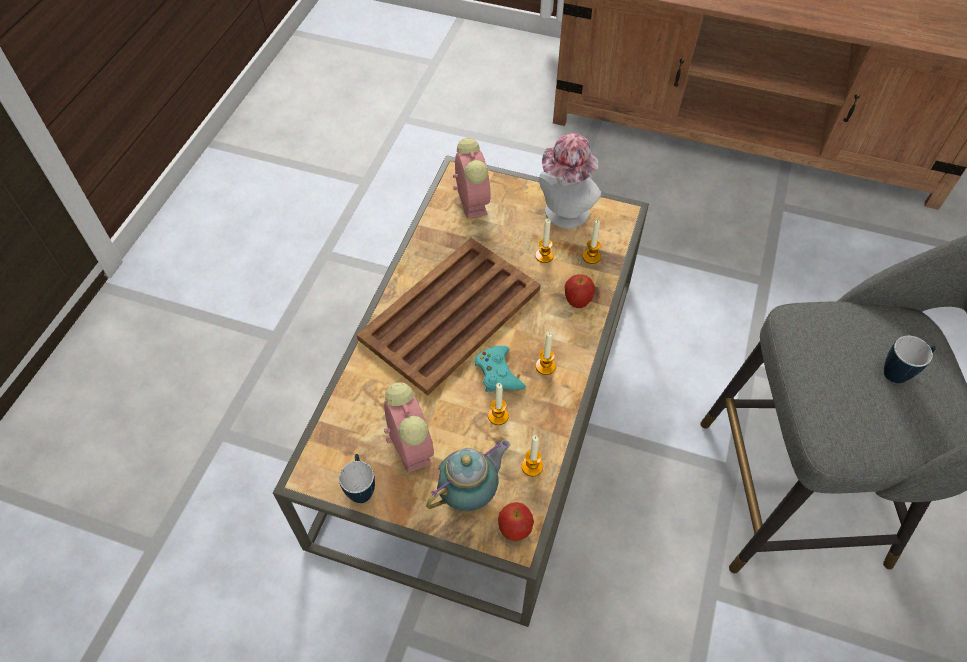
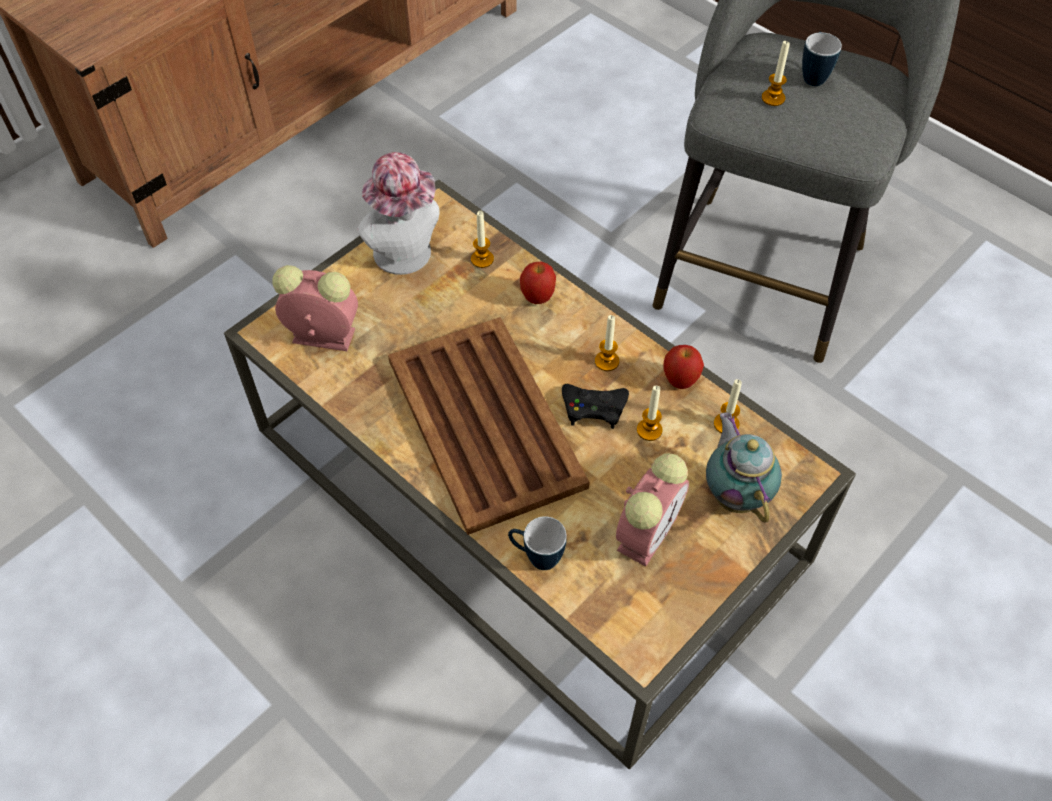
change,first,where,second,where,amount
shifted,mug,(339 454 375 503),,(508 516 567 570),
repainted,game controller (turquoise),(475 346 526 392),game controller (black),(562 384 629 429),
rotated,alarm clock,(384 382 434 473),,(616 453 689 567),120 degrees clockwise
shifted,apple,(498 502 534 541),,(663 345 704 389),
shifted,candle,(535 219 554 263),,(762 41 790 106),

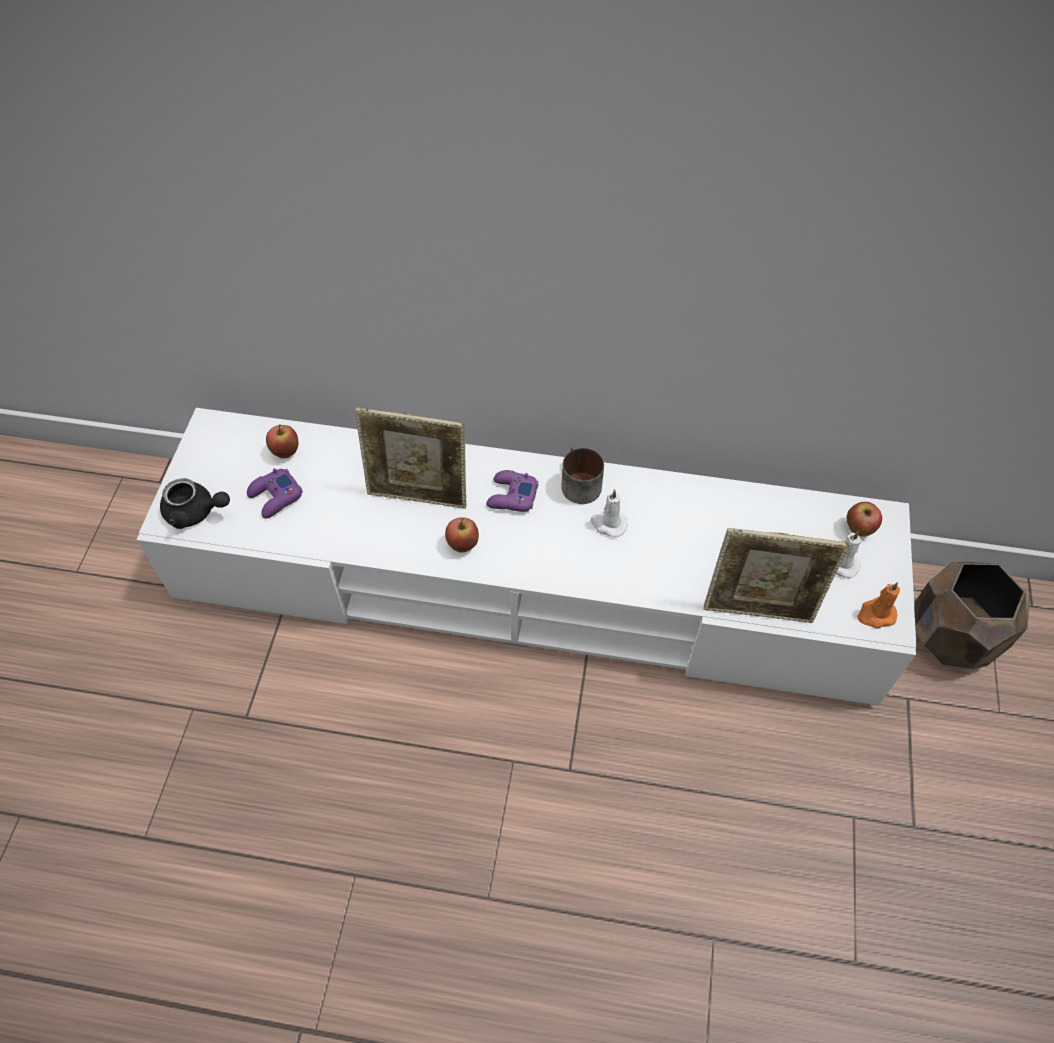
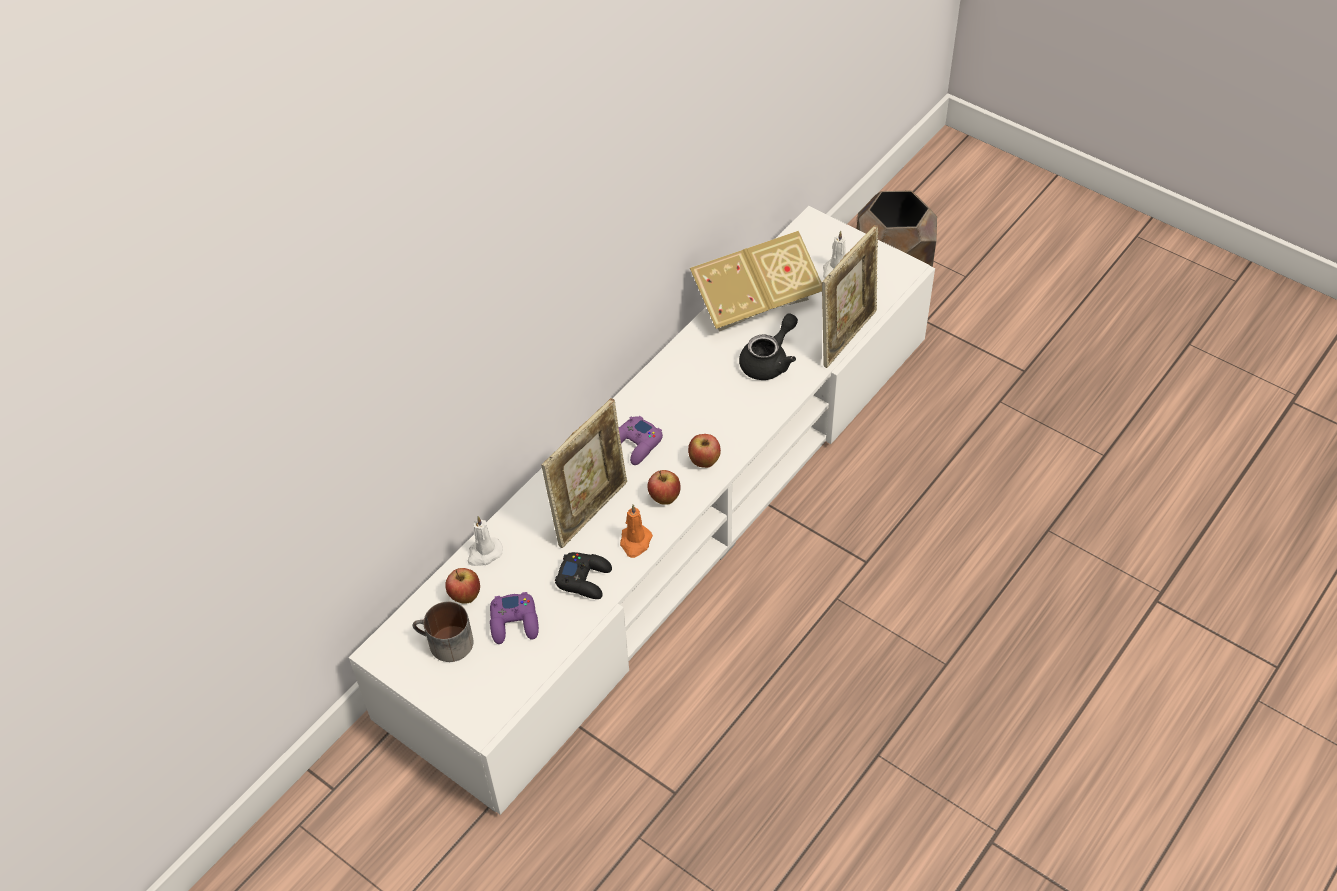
change,first,where,second,where,amount
shifted,mug,(561 447 604 504),,(413 602 473 662),
shifted,candle (white),(591 489 628 538),,(468 516 503 566),
new,,,game controller (black),(555 552 612 599),
shifted,candle (orange),(857 582 900 628),,(620 504 653 558),
shifted,apple,(847 502 882 537),,(688 434 721 468),
new,,,book,(690 231 822 332),
shifted,teapot (black),(160 478 230 529),,(739 313 798 380),

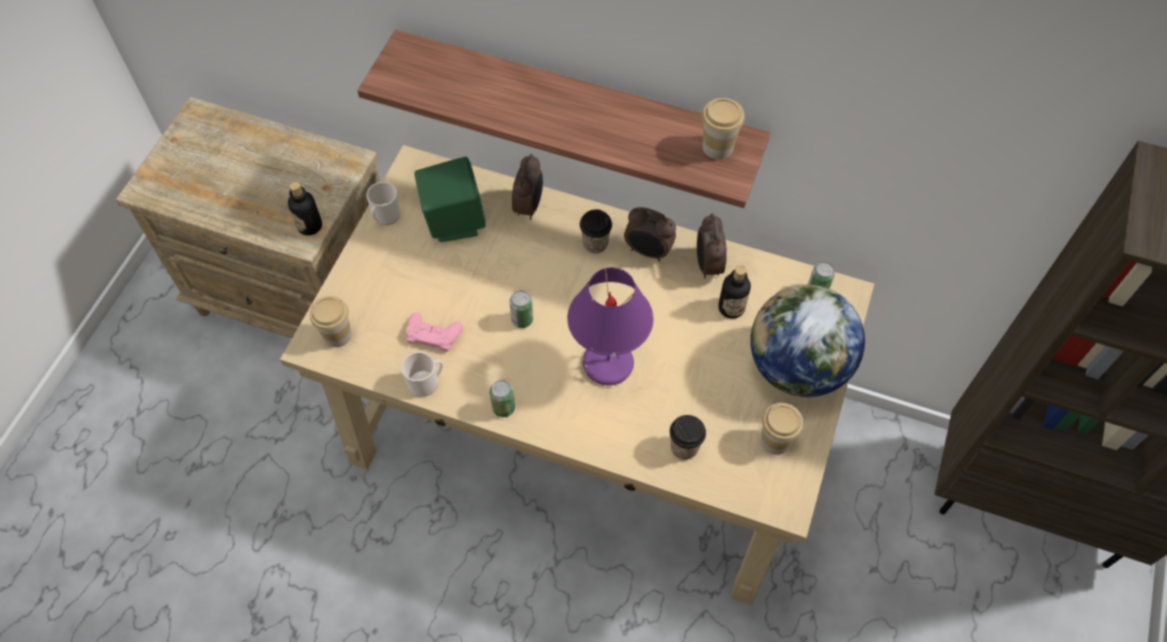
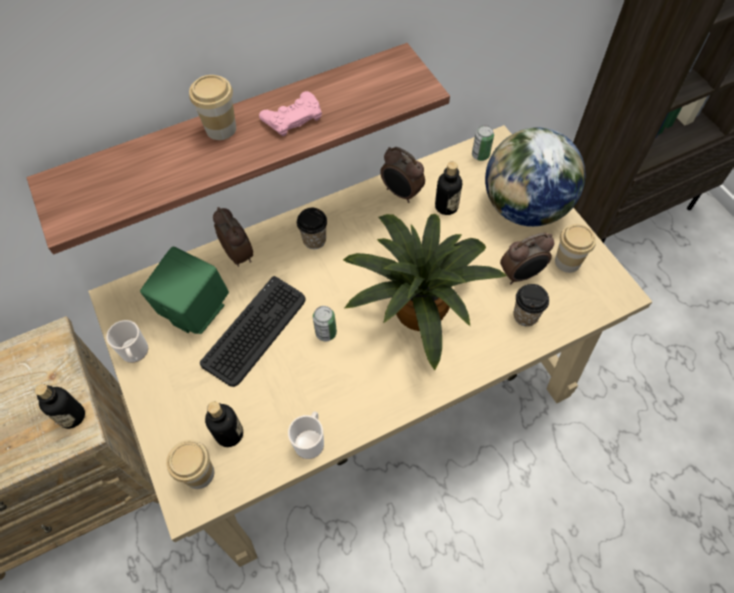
change,first,where,second,where,amount
shifted,cup,(702 98 744 160),,(189 75 236 140),
new,,,keyboard,(200 276 305 387),
new,,,bottle,(205 402 243 447),
shifted,game controller (pink),(406 313 463 352),,(259 91 322 136),
swapped,table lamp (purple),(567 267 654 385),potted plant,(343 214 507 370),
shifted,alarm clock,(624 207 676 262),,(500 233 554 284),
gone,can,(490 380 515 417),,,

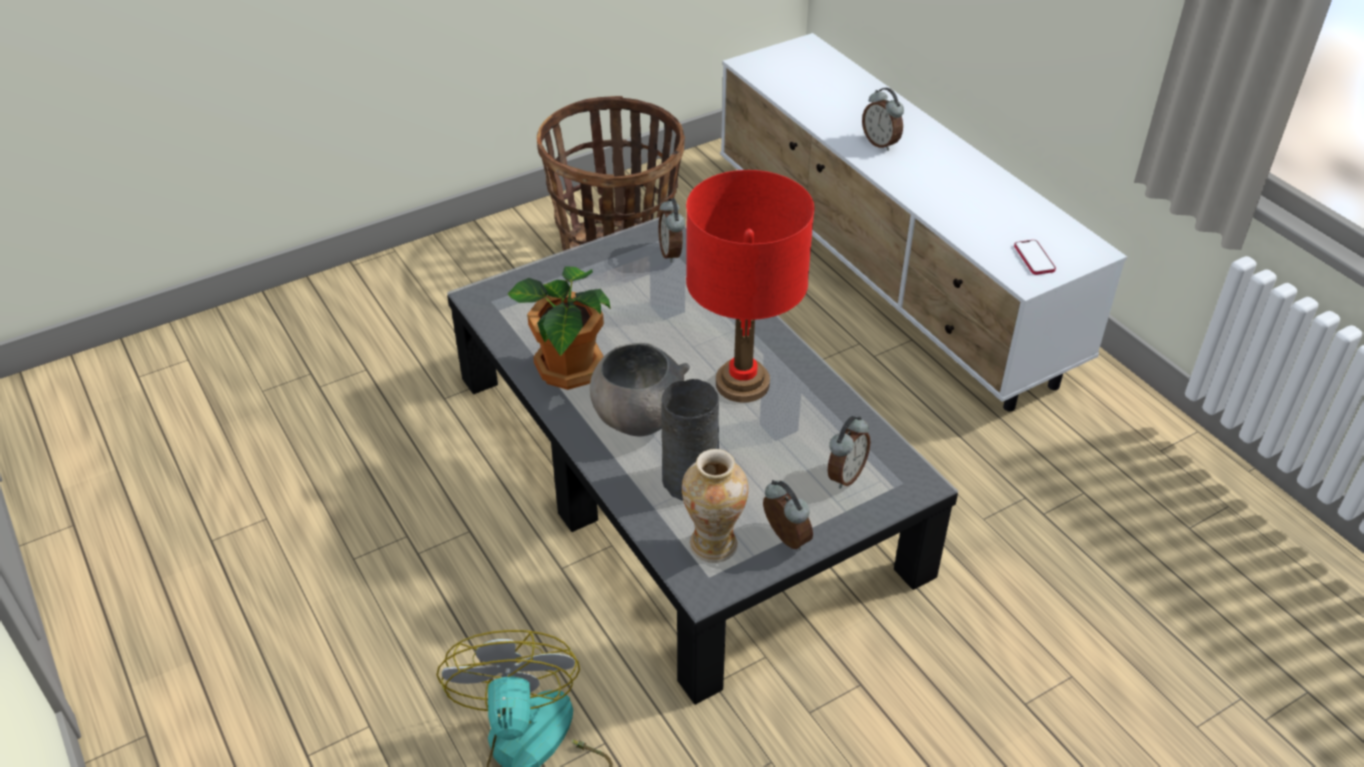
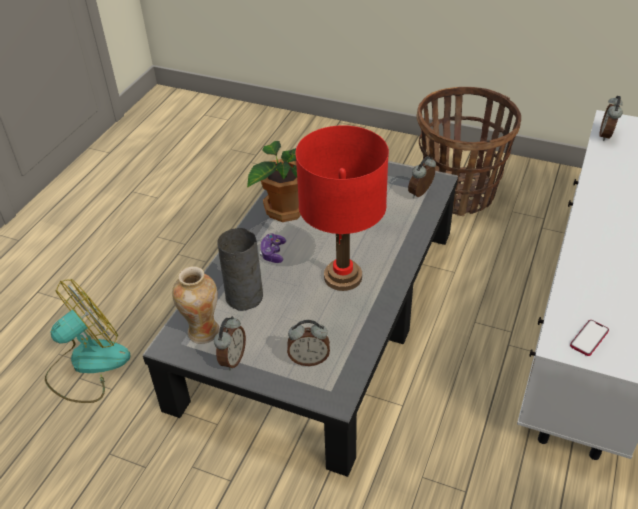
change,first,where,second,where,amount
swapped,bowl (grey),(590 343 690 436),game controller,(260 233 286 263),
shifted,alarm clock,(862 87 904 151),,(599 96 623 141),

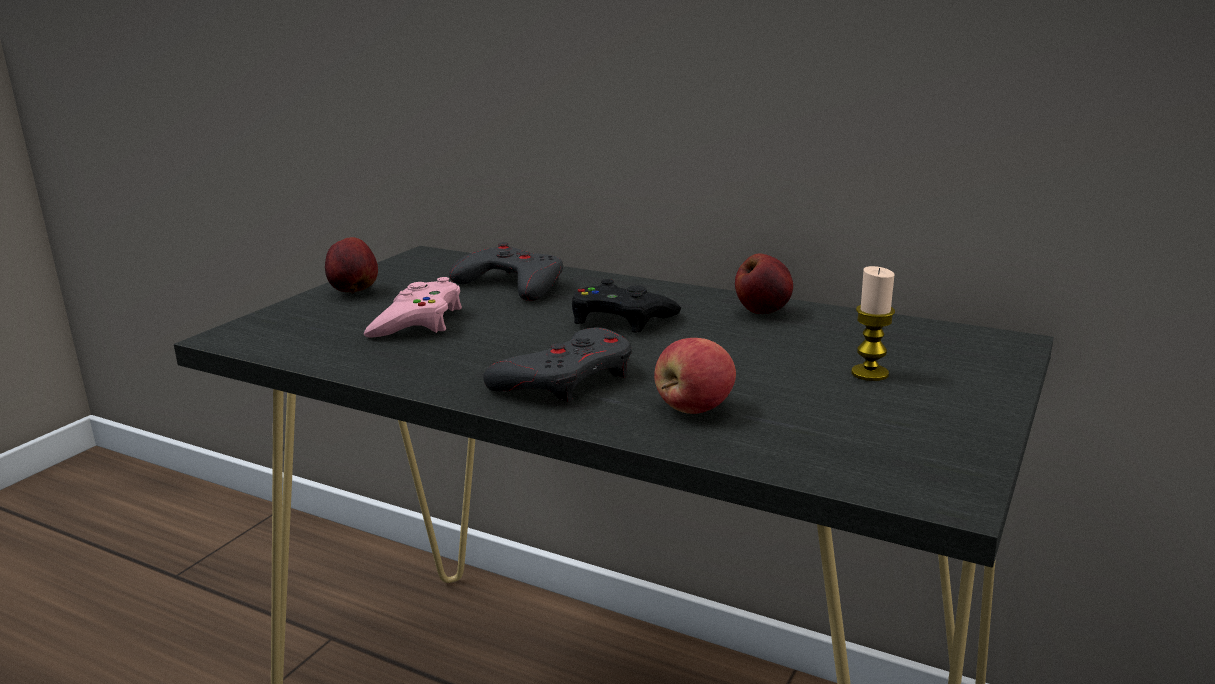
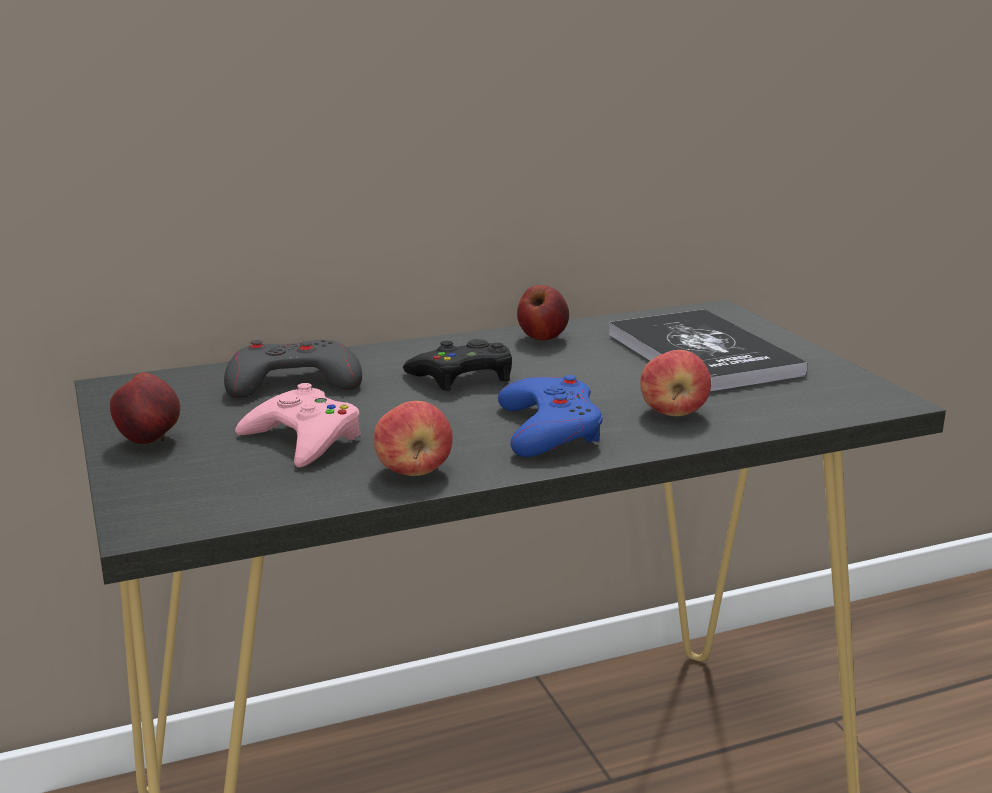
change,first,where,second,where,amount
new,,,apple,(374 401 453 476),
repainted,game controller (grey),(483 327 632 402),game controller (blue),(498 375 603 457),
swapped,candle,(851 266 895 381),book,(609 309 807 391),

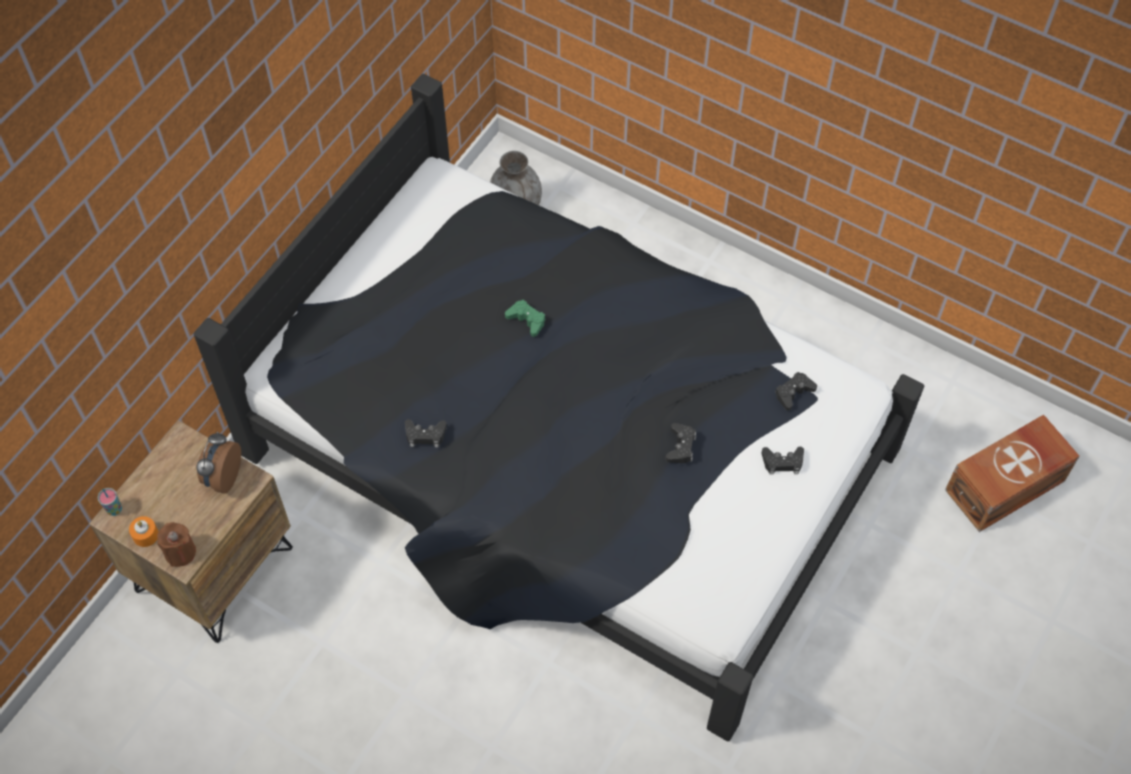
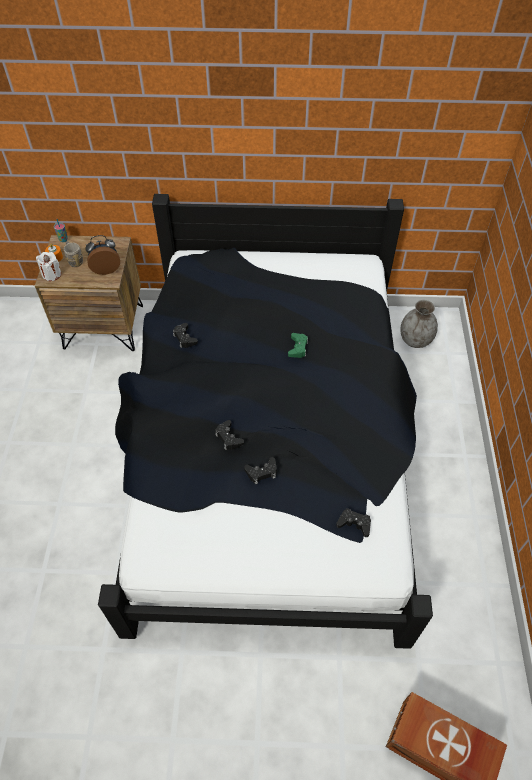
change,first,where,second,where,amount
repainted,candle (brown),(157 522 196 567),candle (white),(36 252 61 281),
new,,,mug (grey),(64 241 83 267),
shifted,game controller (black),(762 447 804 475),,(215 420 244 450),

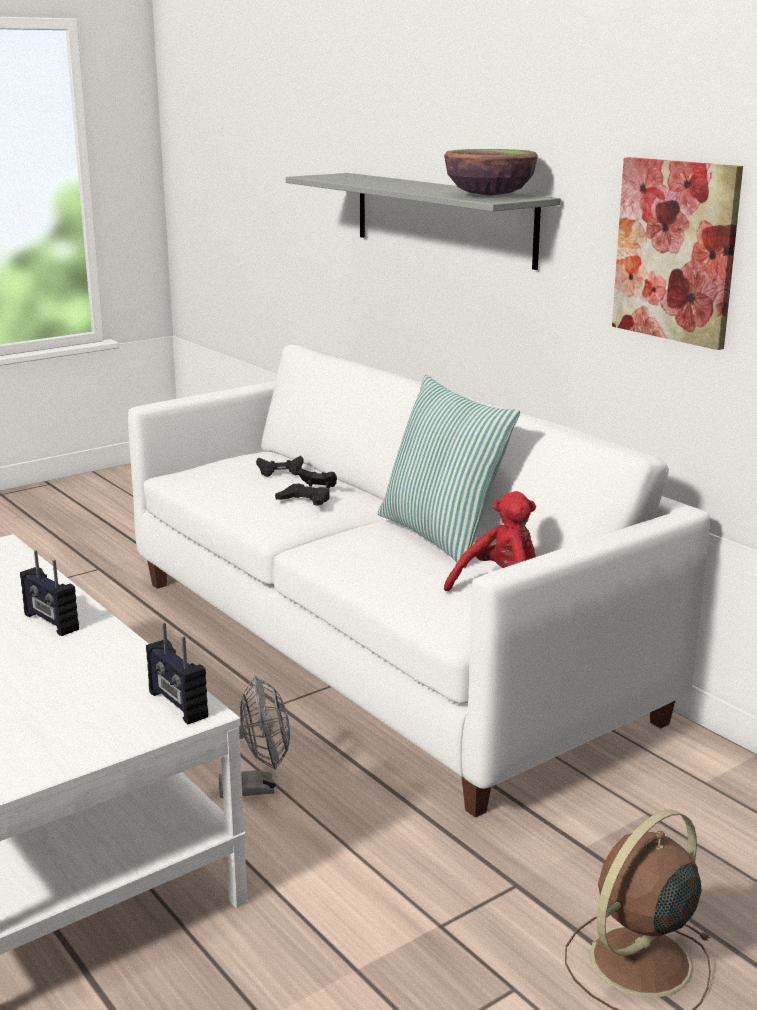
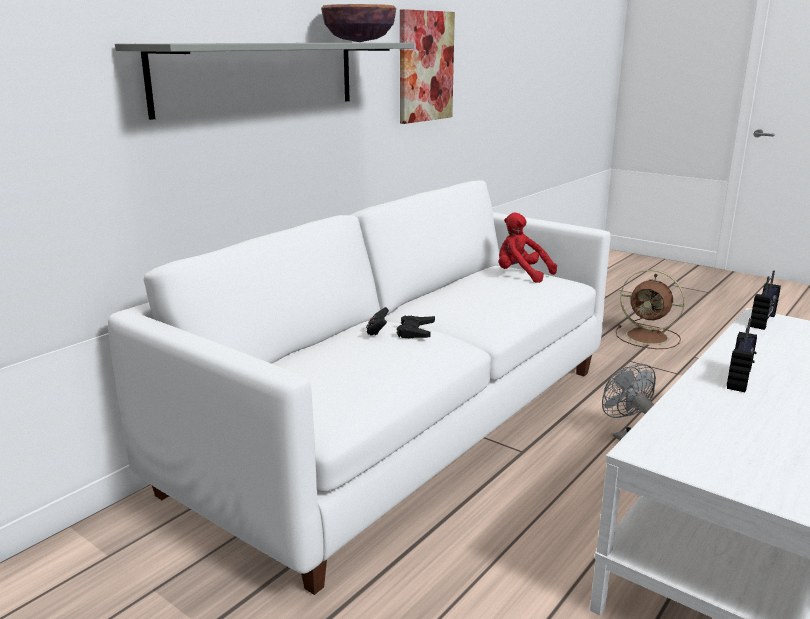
change,first,where,second,where,amount
gone,game controller (black),(256 456 304 477),,,
gone,pillow,(378 375 520 568),,,

